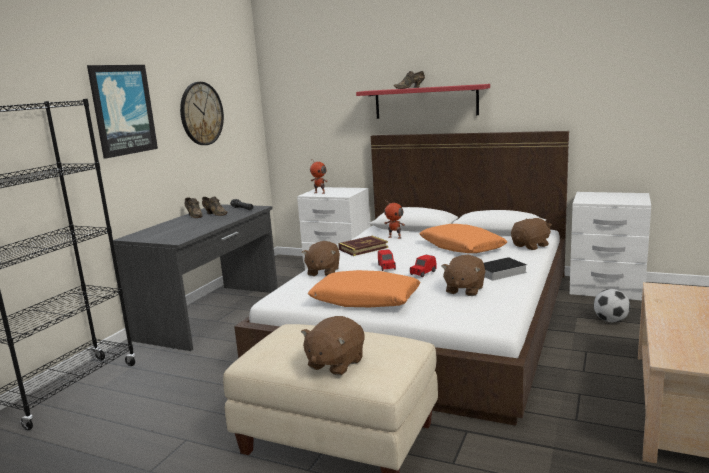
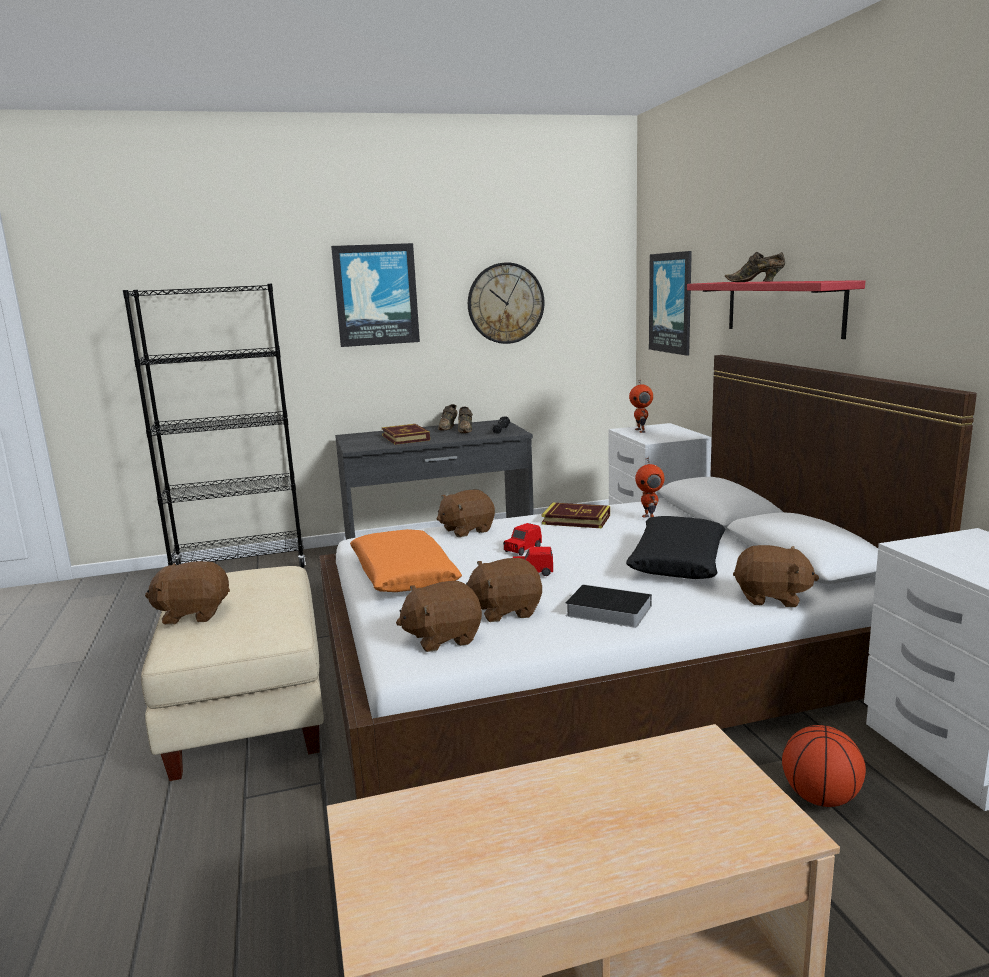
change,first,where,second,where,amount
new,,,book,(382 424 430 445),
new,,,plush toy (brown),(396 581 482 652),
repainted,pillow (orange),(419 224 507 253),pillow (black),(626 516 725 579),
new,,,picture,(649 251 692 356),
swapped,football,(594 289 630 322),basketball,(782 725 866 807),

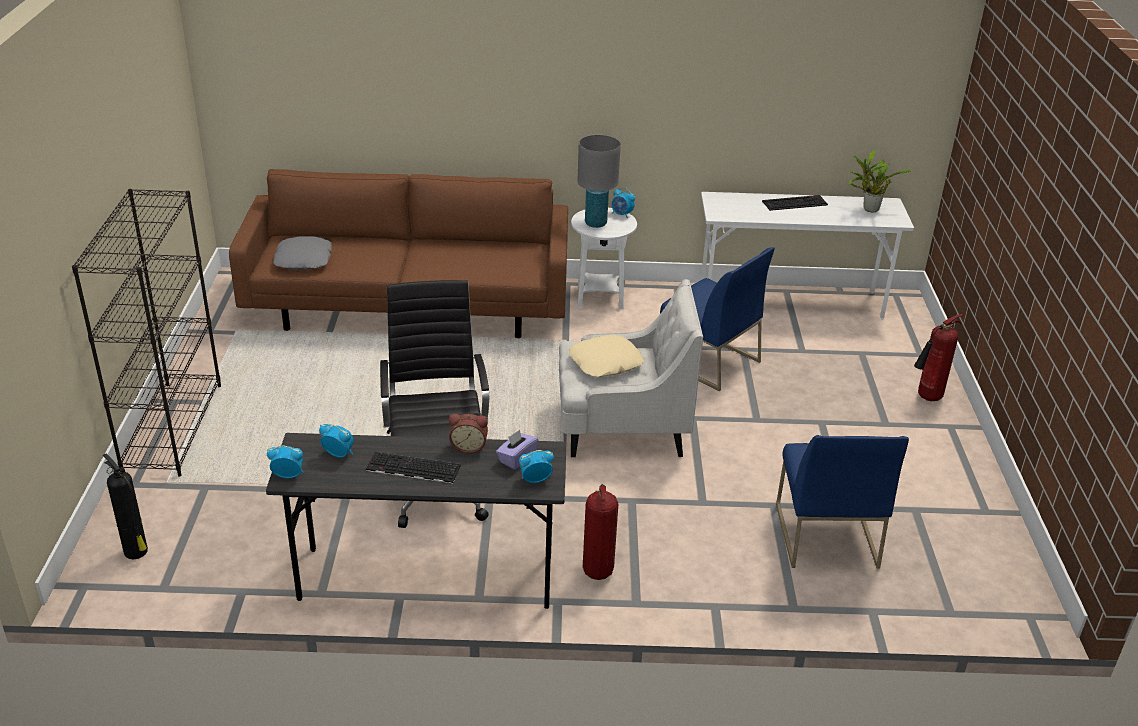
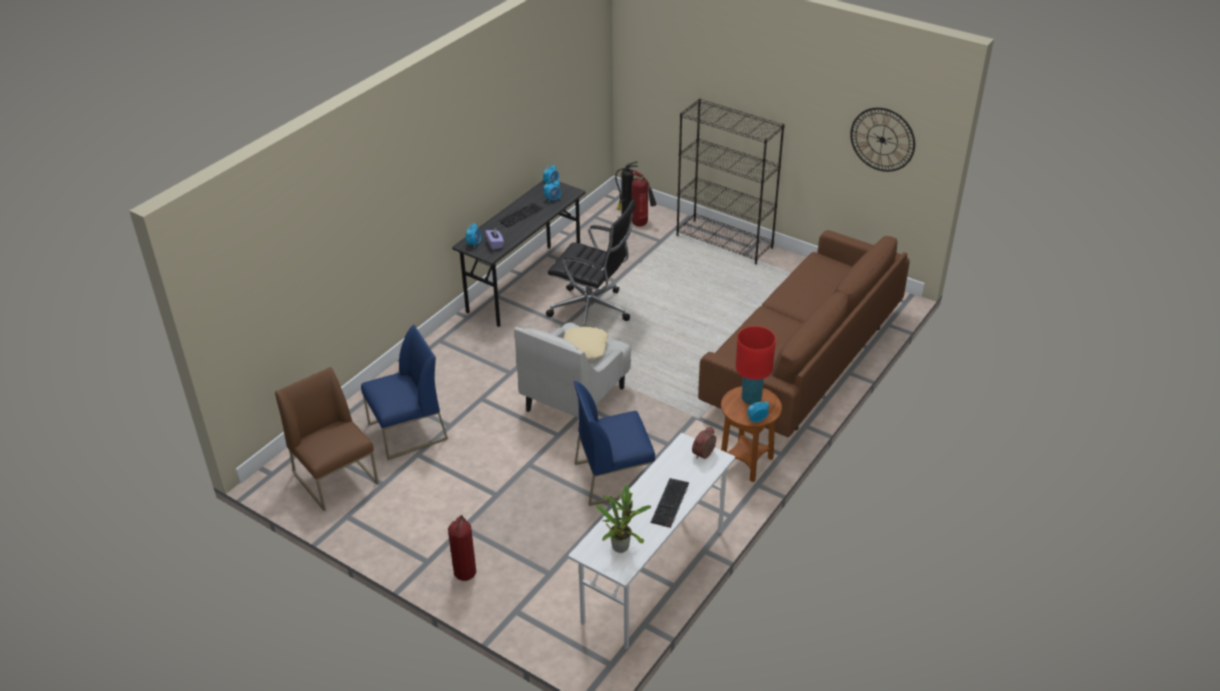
change,first,where,second,where,amount
new,,,chair (brown),(275 367 379 511),
rotated,chair (blue),(776 435 909 569),,(361 325 448 460),120 degrees clockwise
shifted,fire extinguisher,(583 484 618 580),,(630 169 657 227),
shifted,alarm clock,(449 414 488 454),,(692 426 716 459),
repainted,side table (white),(571 208 637 309),side table (brown),(721 386 782 482),
repainted,table lamp (grey),(577 135 621 228),table lamp (red),(736 326 776 405),
new,,,wall clock,(850 108 915 172),
gone,pillow (grey),(273 236 332 270),,,

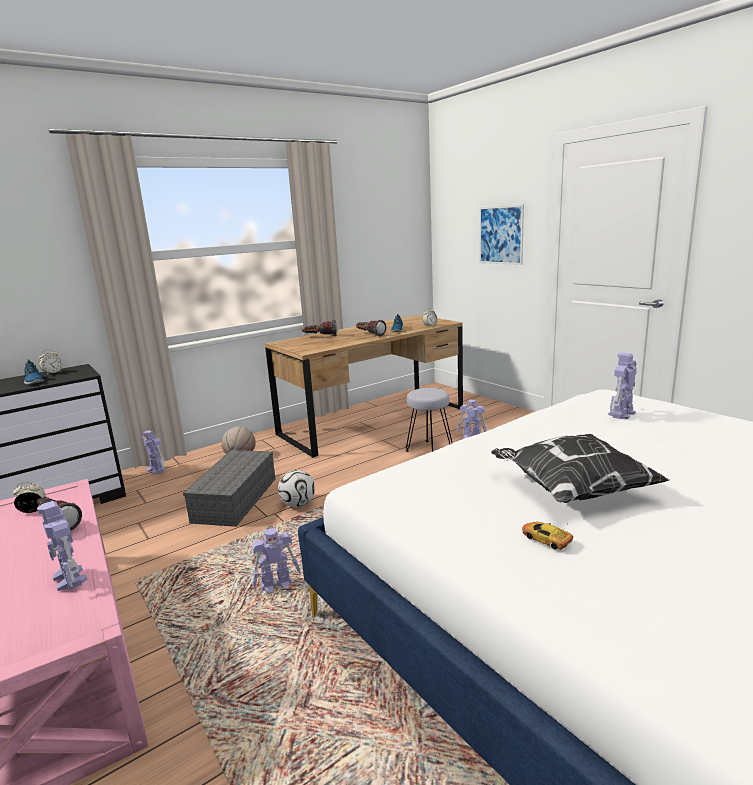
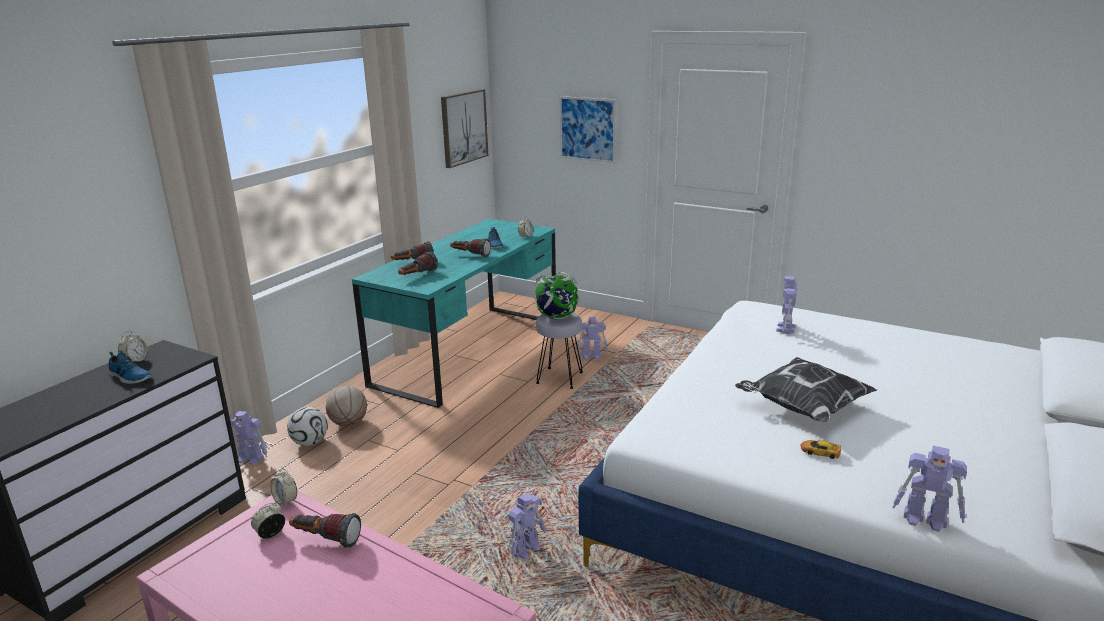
change,first,where,second,where,amount
new,,,alarm clock,(271 468 297 506),
shifted,football,(278 470 315 507),,(287 407 328 446),
repainted,desk (brown),(265 315 463 458),desk (turquoise),(352 219 556 408),
new,,,flashlight,(398 251 438 275),
new,,,picture,(441 89 488 168),
new,,,globe,(532 272 579 320),
shifted,toy robot,(37 501 87 591),,(892 446 967 532),
gone,storage box (grey),(183 450 275 527),,,

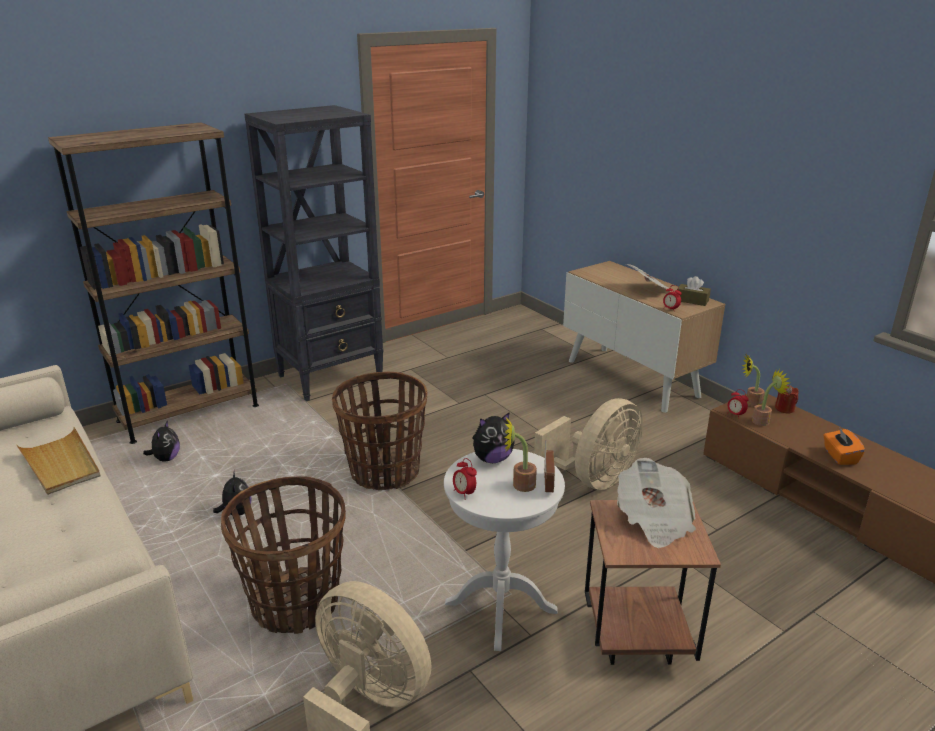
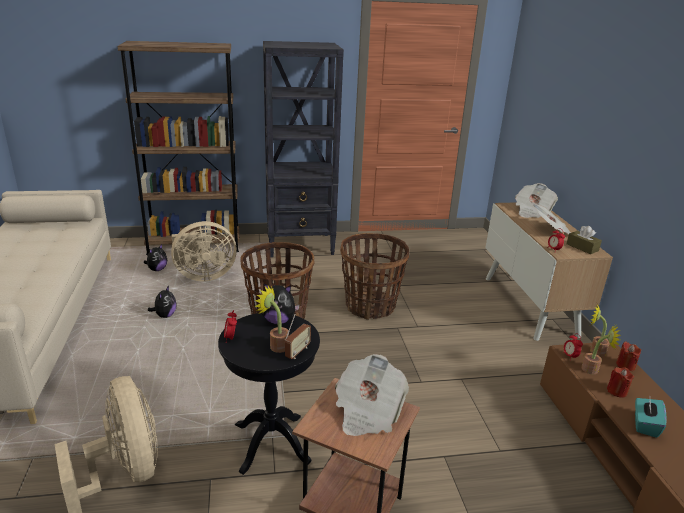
change,first,where,second,where,amount
shifted,fan (beige),(534 398 643 490),,(171 221 237 281),
repainted,side table (white),(444 449 565 651),side table (black),(218 313 320 475),
shifted,basket,(221 476 346 634),,(340 233 409 320),
new,,,newspaper,(515 183 558 218),
new,,,candle (red),(607 367 634 398),
repainted,tissue box (orange),(824 427 865 465),tissue box (turquoise),(635 398 667 438),
gone,tray (beige),(17 427 100 495),,,

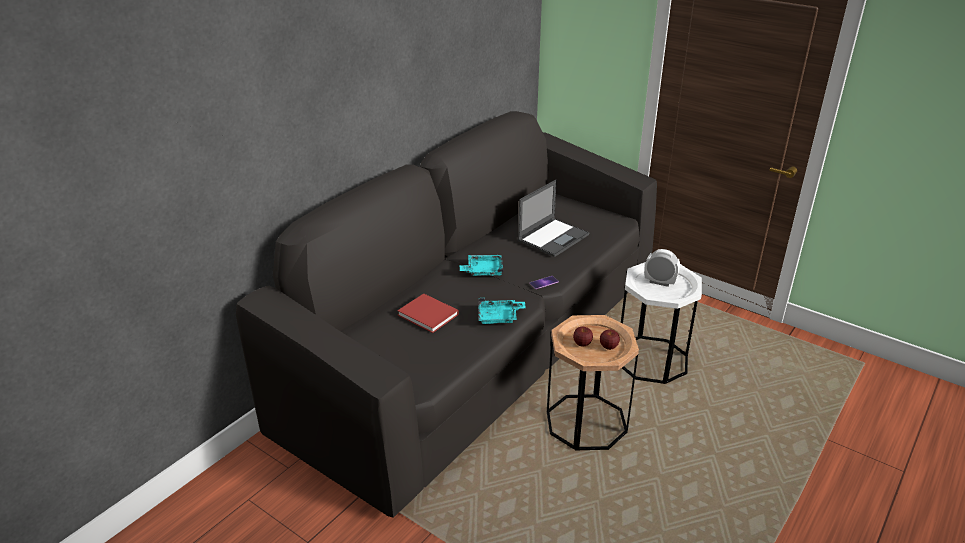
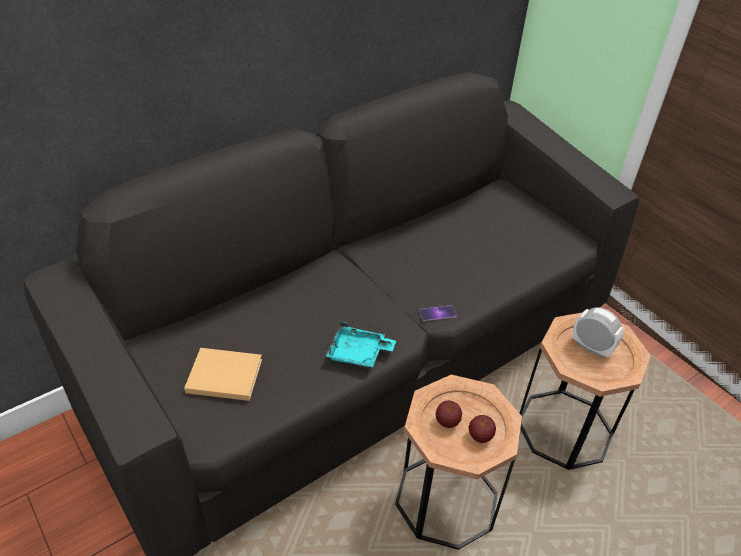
change,first,where,second,where,amount
new,,,book (beige),(184 348 262 401),
repainted,side table (white),(621 262 702 384),side table (brown),(520 312 651 470),
gone,book (red),(397 294 459 333),,,
gone,tray (turquoise),(460 255 504 276),,,
gone,laptop,(518 180 589 257),,,

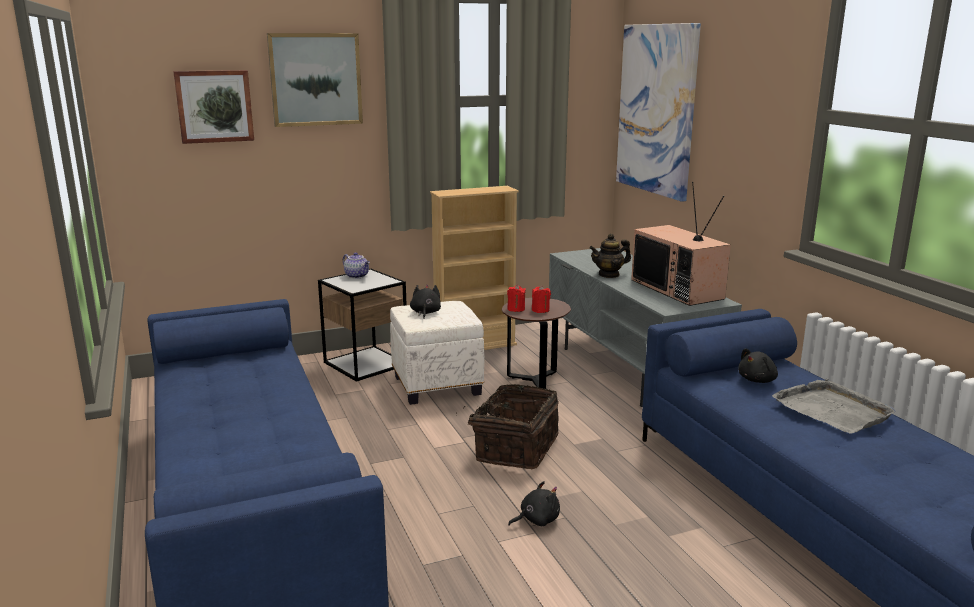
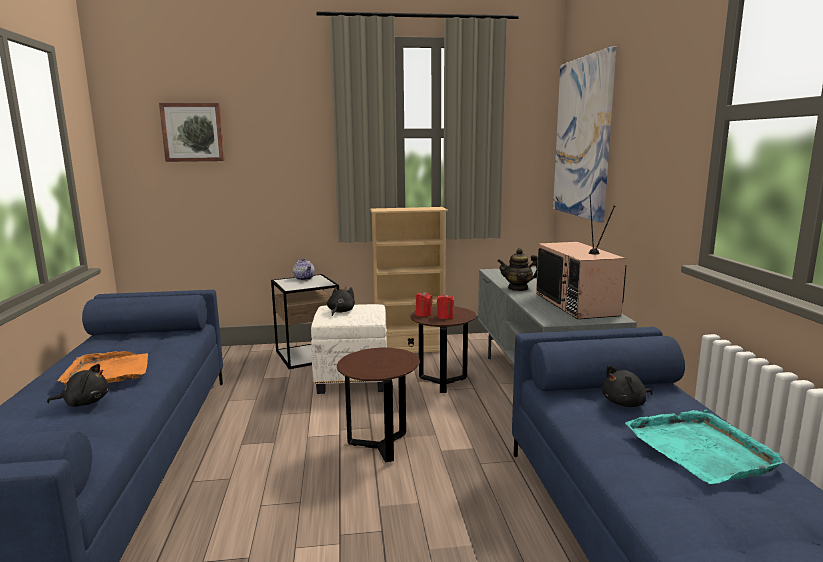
change,first,where,second,where,amount
shifted,plush toy (black),(508 481 560 526),,(47 364 109 407),
new,,,tray (orange),(57 351 148 386),
swapped,basket,(456 384 559 469),side table (brown),(337 347 420 463),
repainted,tray (grey),(772 378 896 434),tray (turquoise),(625 410 785 484),
gone,picture,(267 33 363 127),,,

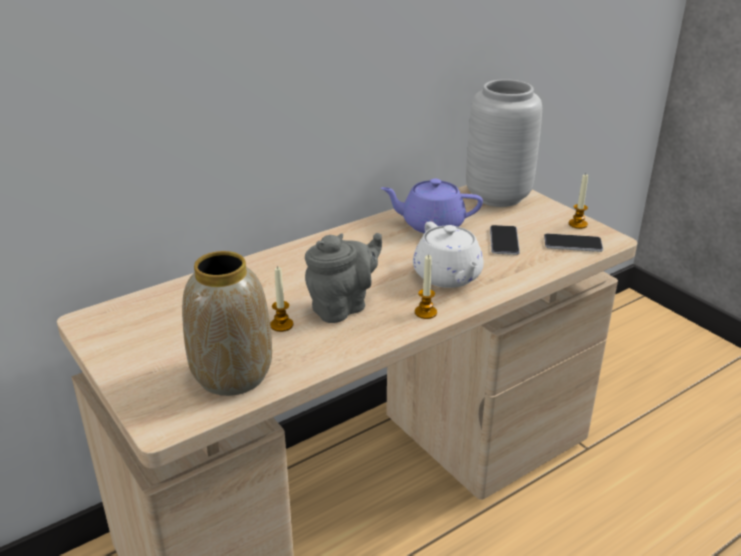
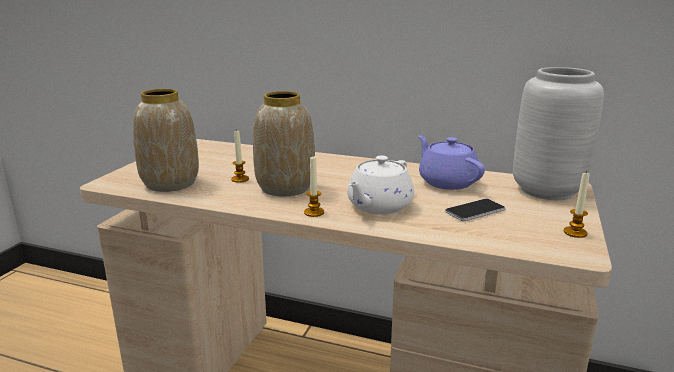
change,first,where,second,where,amount
swapped,teapot (grey),(305 233 382 323),vase,(253 91 315 197),
gone,phone,(544 233 603 252),,,

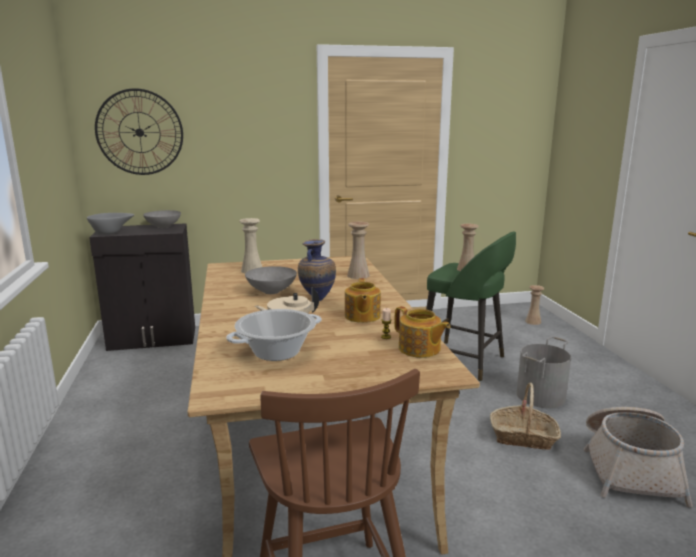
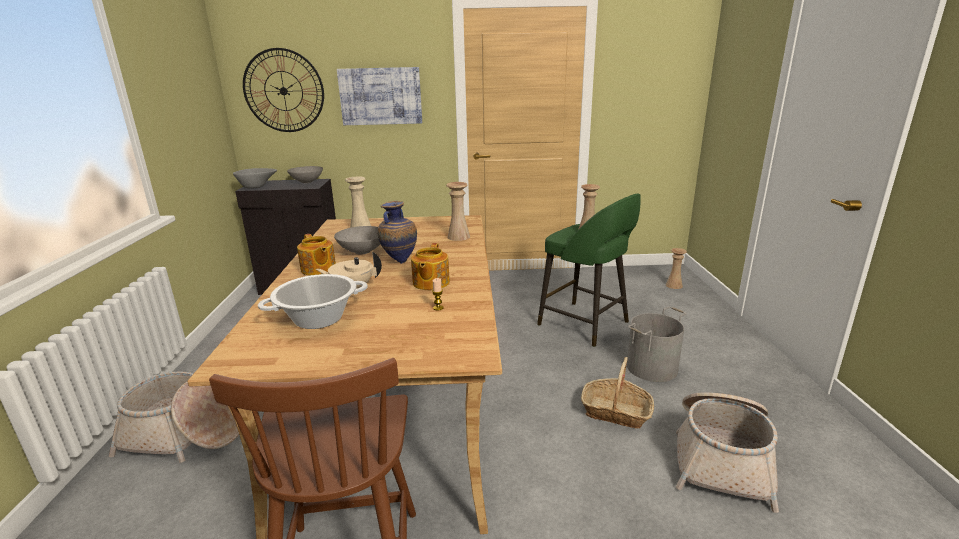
change,first,where,second,where,amount
new,,,basket,(109 372 239 463),
shifted,teapot,(394 306 450 358),,(297 234 336 275),
new,,,picture,(337 67 422 125),

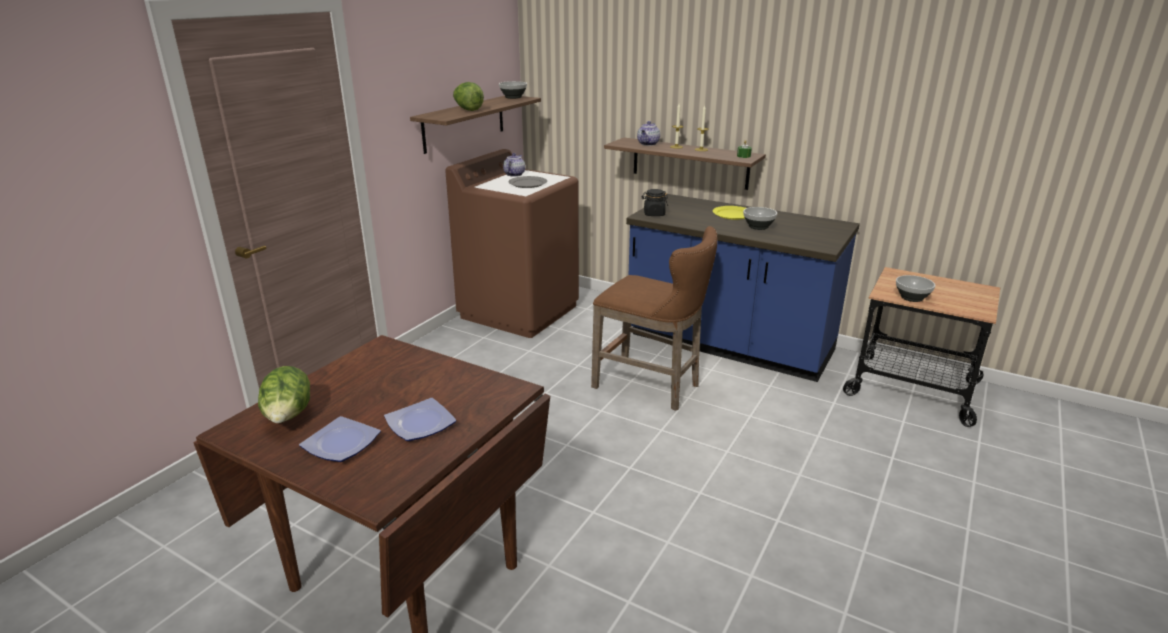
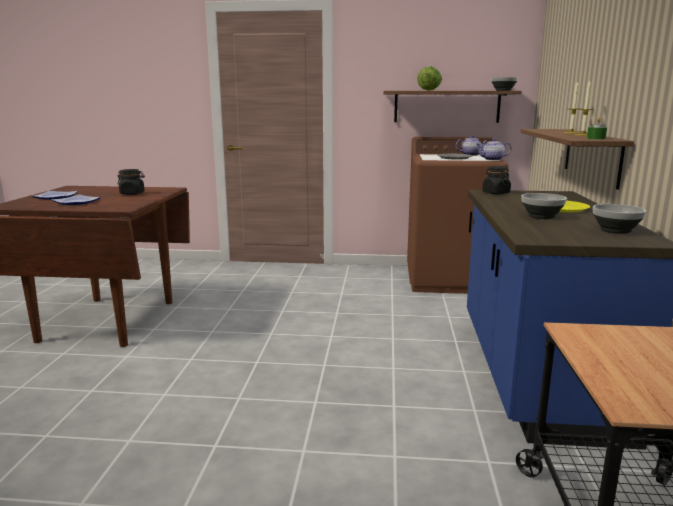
change,first,where,second,where,amount
new,,,jar (black),(118 169 145 195),
shifted,teapot,(637 121 660 146),,(476 138 512 161),
shifted,bowl,(896 275 935 302),,(593 204 646 234),
gone,lettuce,(258 366 310 423),,,
gone,stool (brown),(591 226 718 411),,,

